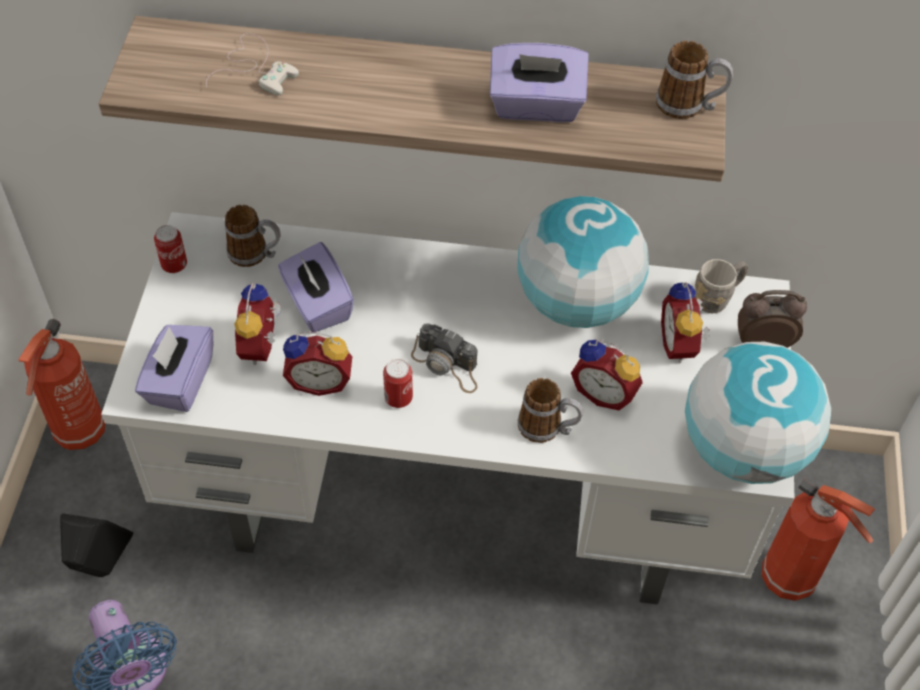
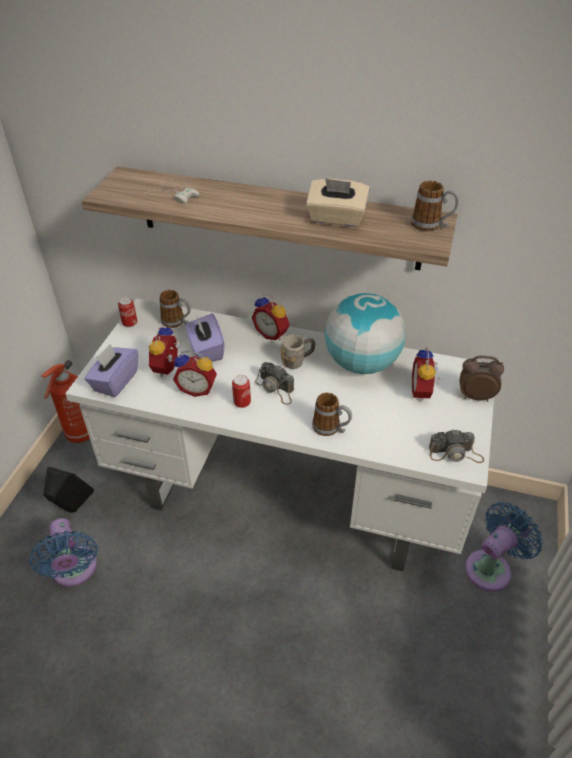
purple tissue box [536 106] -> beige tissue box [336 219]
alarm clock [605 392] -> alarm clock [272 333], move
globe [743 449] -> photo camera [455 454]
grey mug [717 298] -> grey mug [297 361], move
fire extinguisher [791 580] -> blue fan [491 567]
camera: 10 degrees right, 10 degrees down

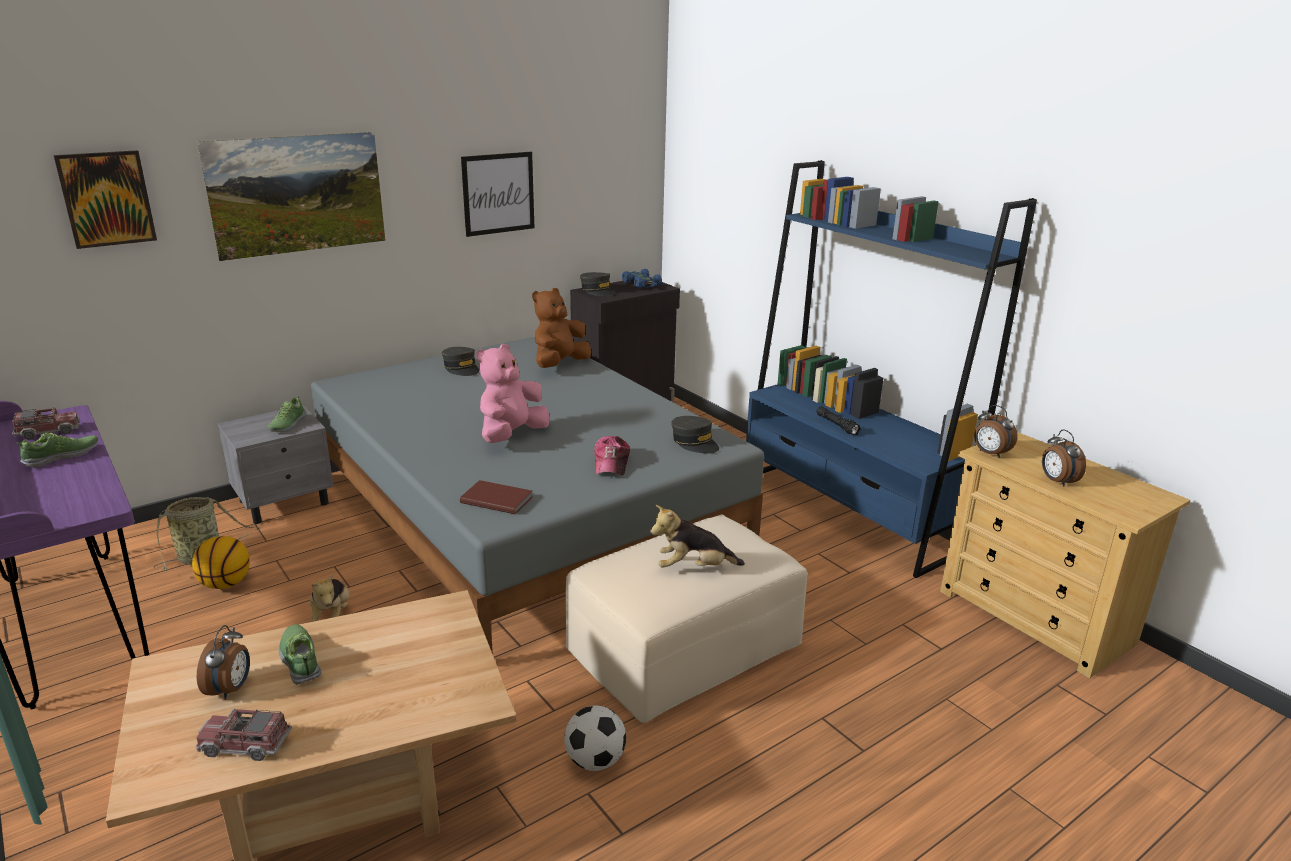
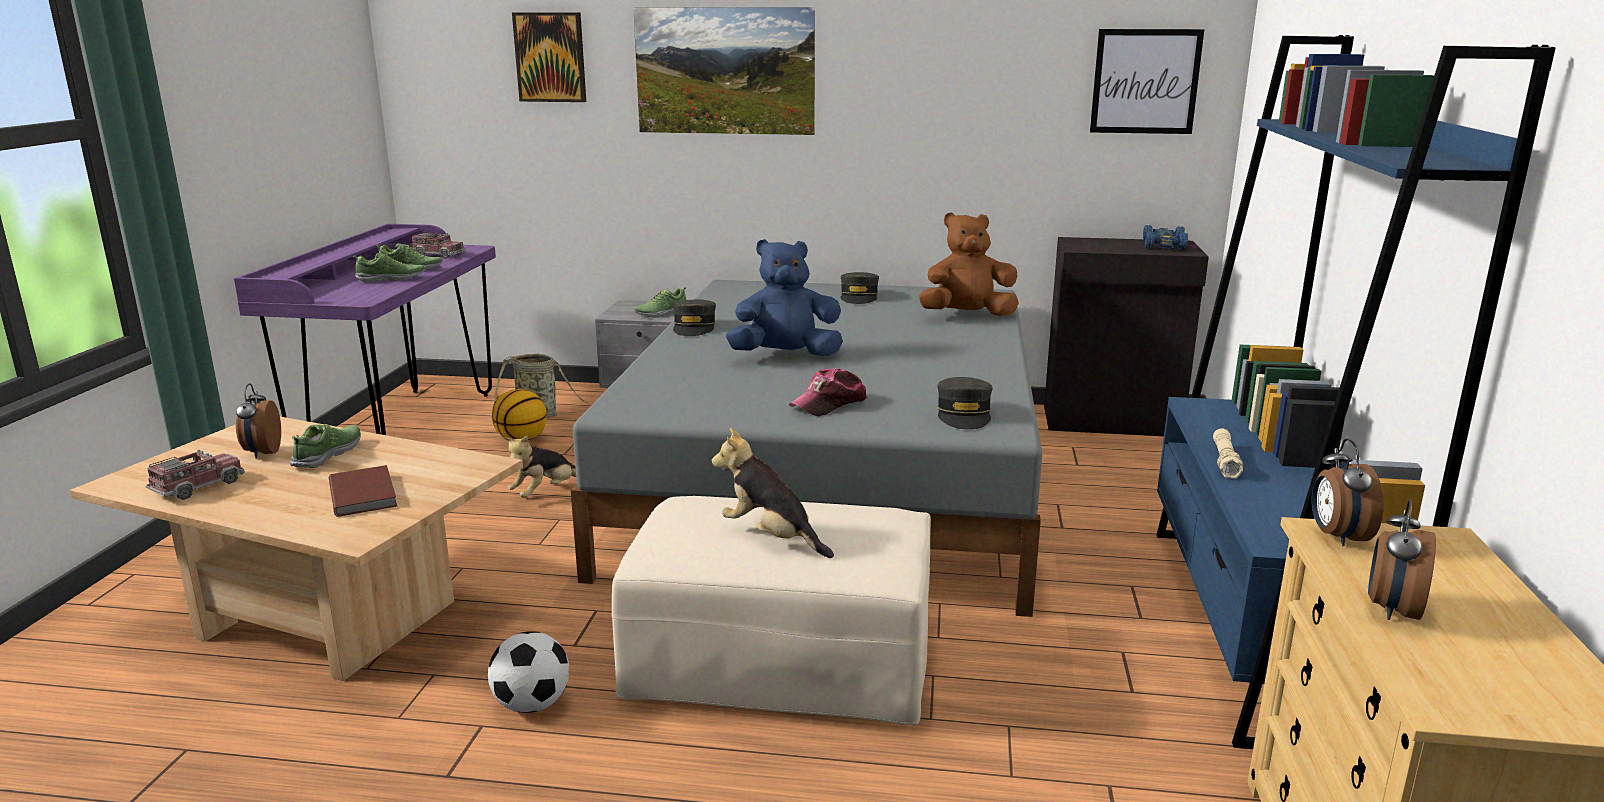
toy truck [245 745] -> toy truck [198 487], 75 degrees clockwise
alarm clock [231 689] -> alarm clock [262 452], 120 degrees clockwise
brown book [496 499] -> brown book [365 493], move
picture [498 193] -> picture [1145 81], move
pink plush toy [511 435] -> blue plush toy [785 356]
grey cap [597 291] -> grey cap [694 328], move
black flashlight [836 425] -> beige flashlight [1225 461]
none -> shoe [391 279]
camera: 45 degrees right, 5 degrees down

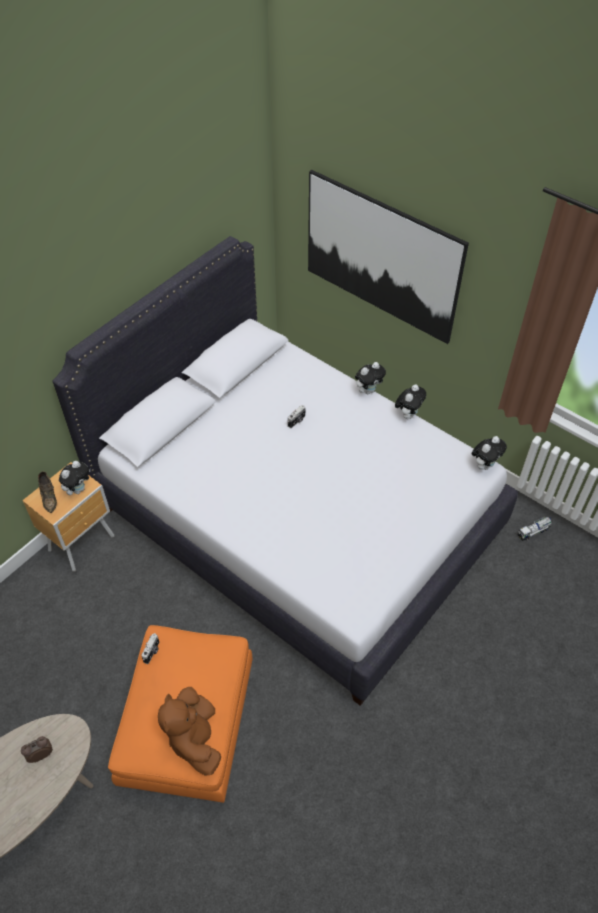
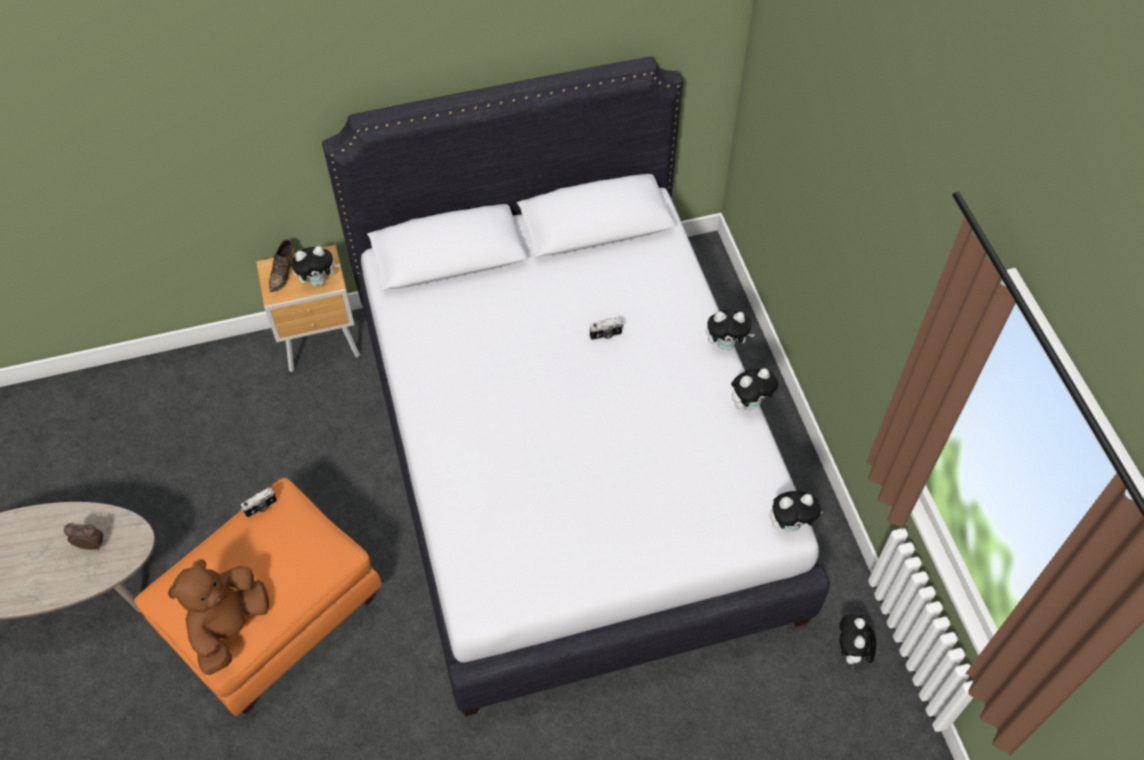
picture [381 257] -> none
toy truck [533 532] -> plush toy [851 652]
camera: 35 degrees right, 5 degrees up

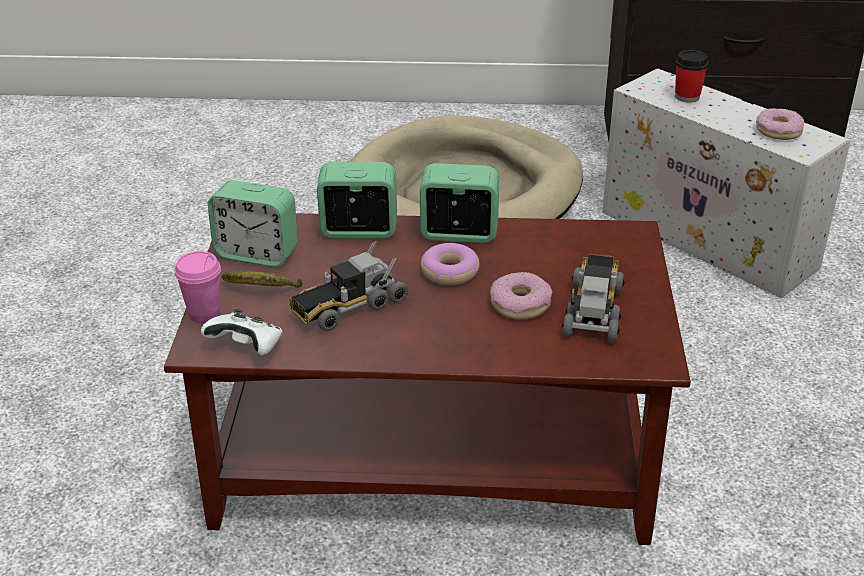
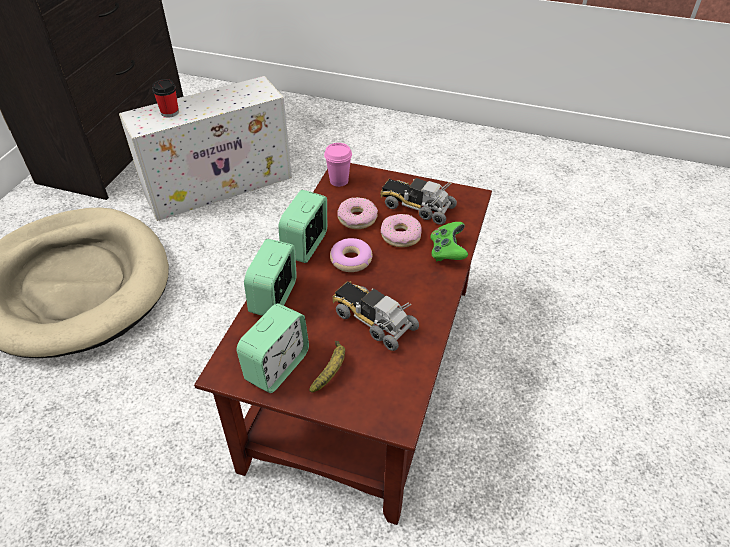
pink cup [204 314] -> pink cup [339 181], move
white game controller [248 348] -> none
toy truck [348 306] -> toy truck [373 320], 150 degrees clockwise
donut [779 131] -> donut [357 218], move
none -> green game controller [447 251]
camera: 75 degrees left, 10 degrees up

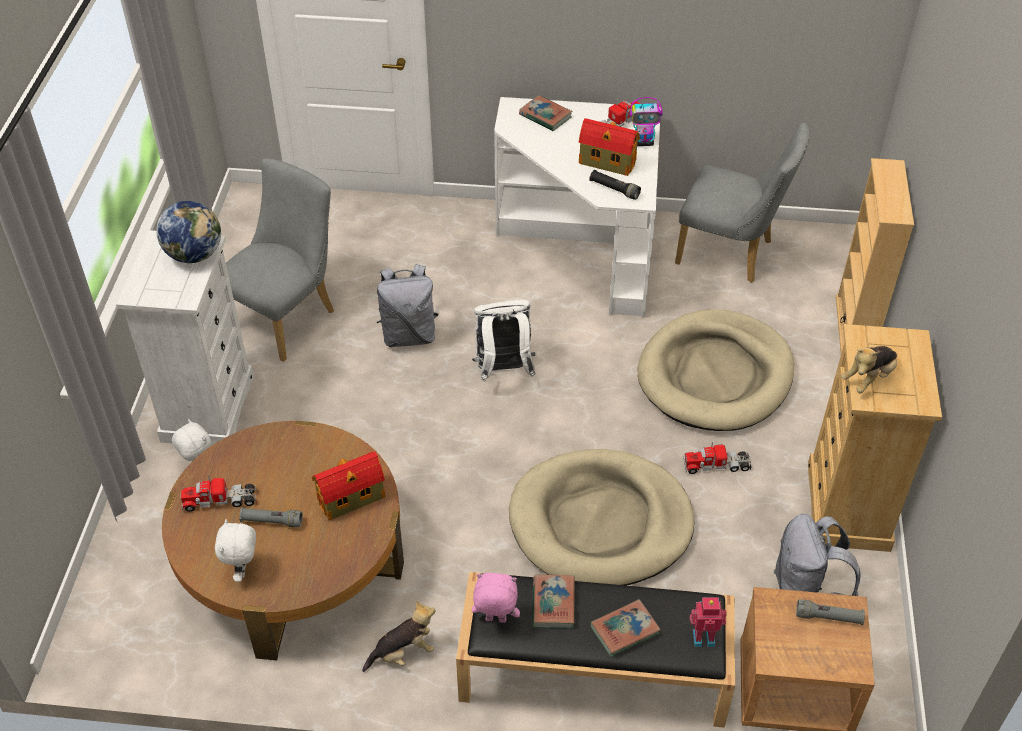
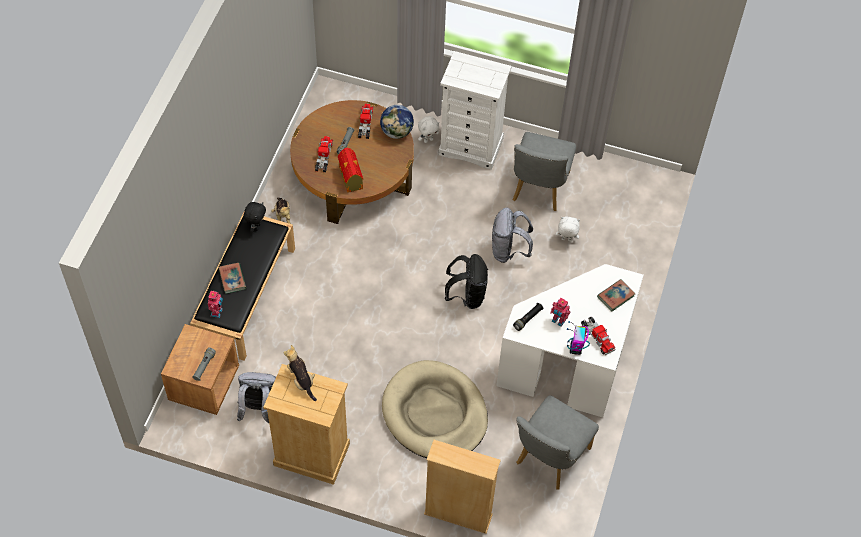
globe [194 254] -> globe [397 132], move
white plush toy [243 570] -> white plush toy [566 240], move
grey chair [287 316] -> grey chair [538 190], 60 degrees clockwise
white backpack [503 370] -> black backpack [467 295]
pink plush toy [495 620] -> black plush toy [256 226]
beige dog bed [600 523] -> none
book [553 603] -> none
toy house [606 162] -> toy robot [558 321]
toy truck [717 465] -> toy truck [324 157], move
camera: 100 degrees right, 10 degrees up

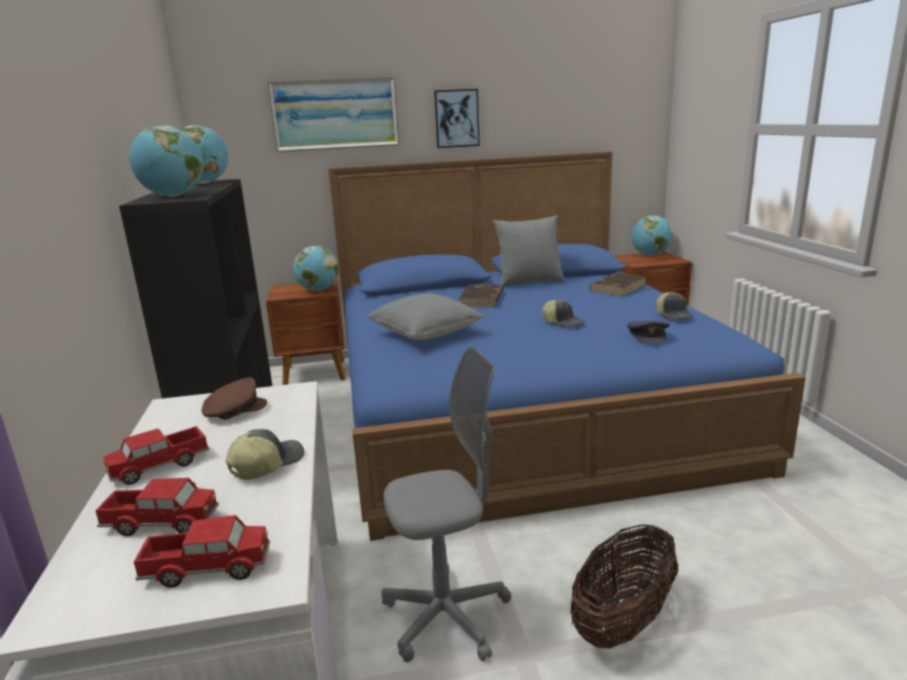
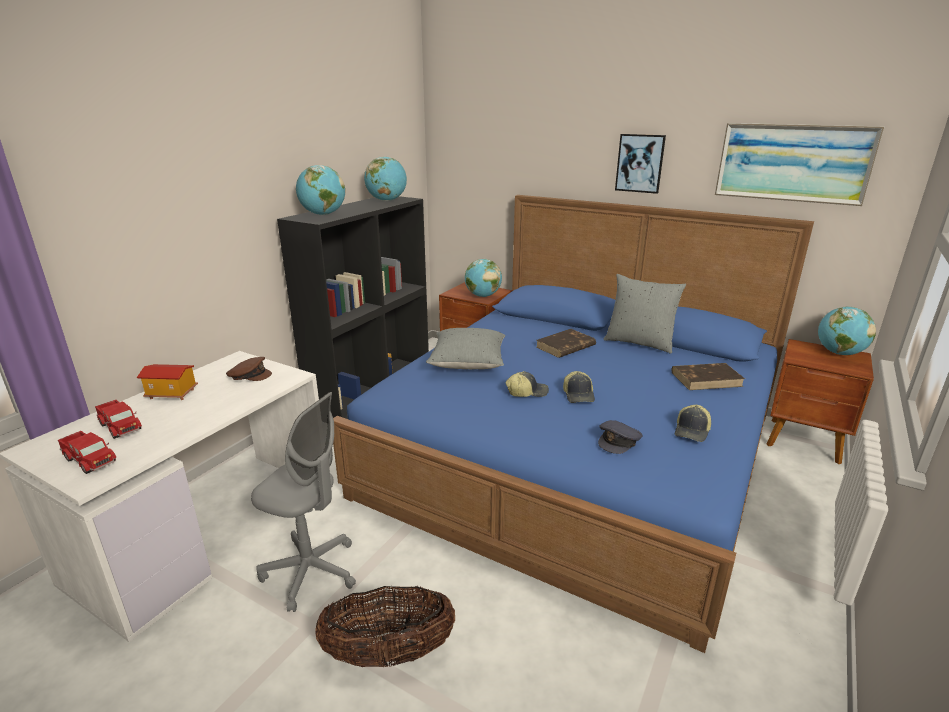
toy truck [160 466] -> toy house [171 394]
cap [266 464] -> cap [527 392], move
picture [335 114] -> picture [793 162], move
camera: 40 degrees right, 5 degrees up

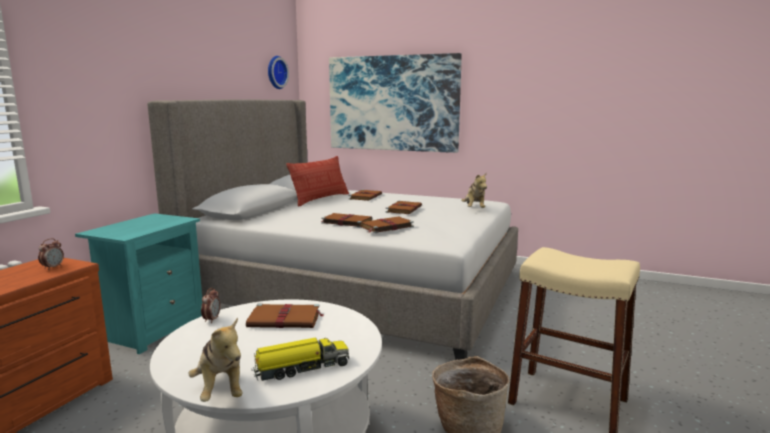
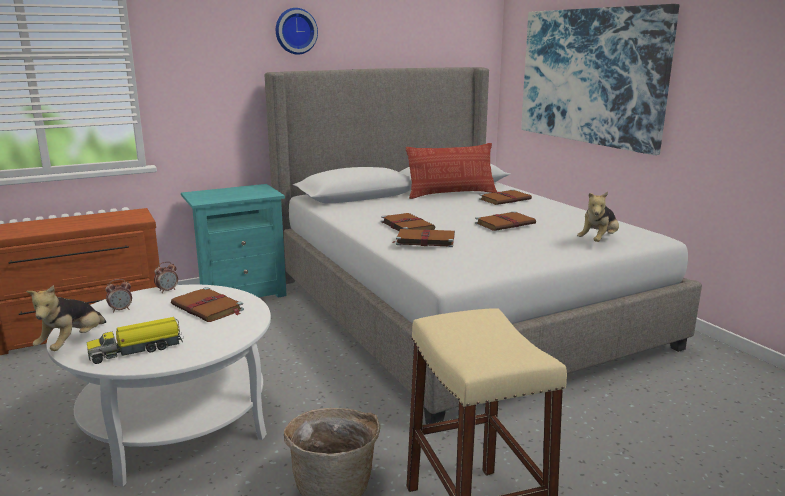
alarm clock [53 267] -> alarm clock [121 310], move
toy truck [301 368] -> toy truck [137 350], 135 degrees clockwise
wall clock [275 72] -> wall clock [295 31], move
camera: 40 degrees right, 5 degrees up

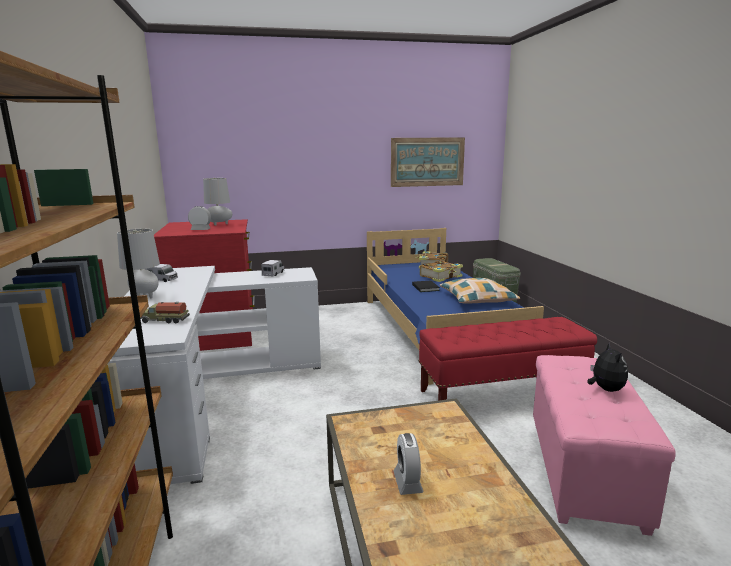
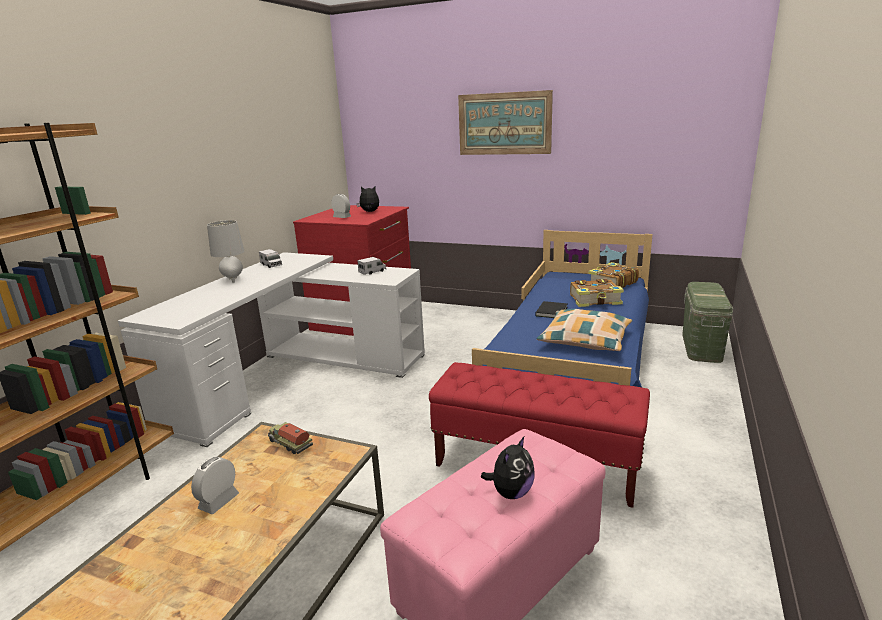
toy truck [164 320] -> toy truck [289 444], move
grey table lamp [219 224] -> plush toy [369 212]
picture [427 162] -> picture [504 123], move
camera: 35 degrees right, 5 degrees up

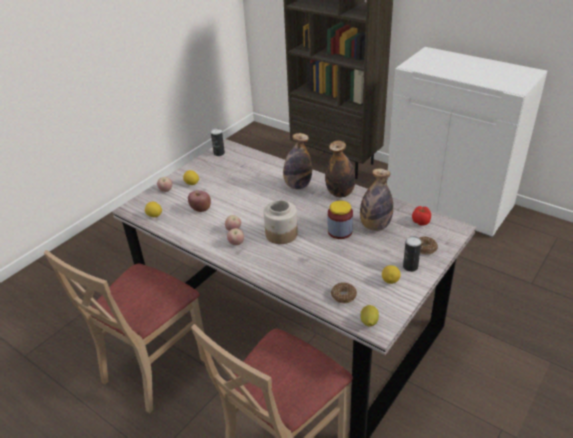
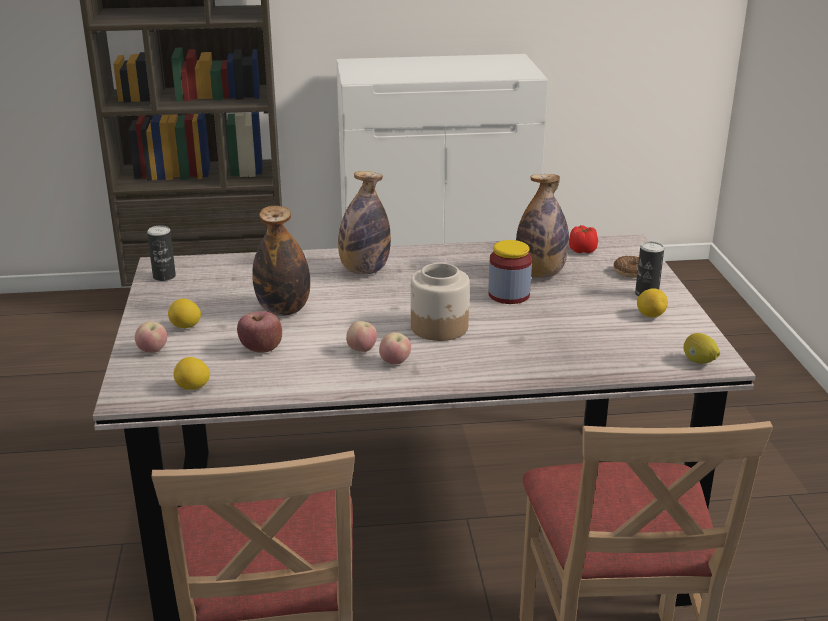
bottle [340 193] -> bottle [283 310], move
donut [343 296] -> none
camera: 45 degrees left, 10 degrees down

